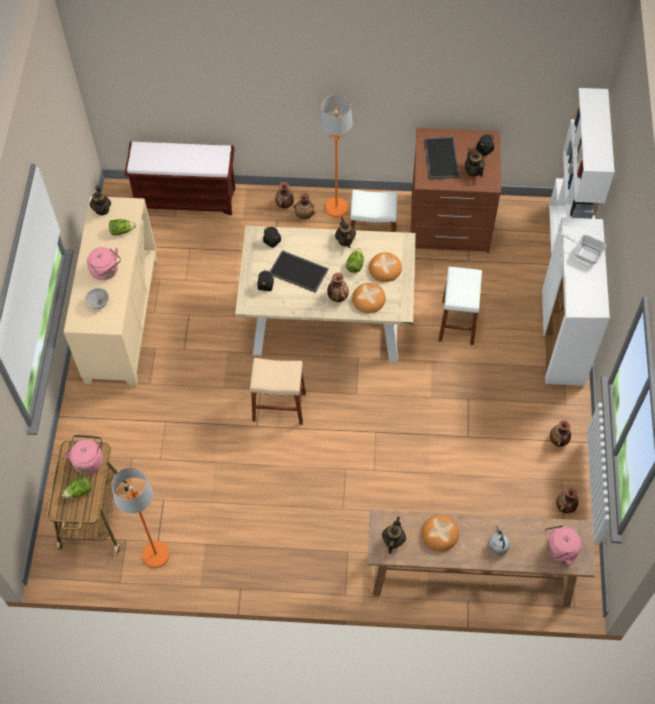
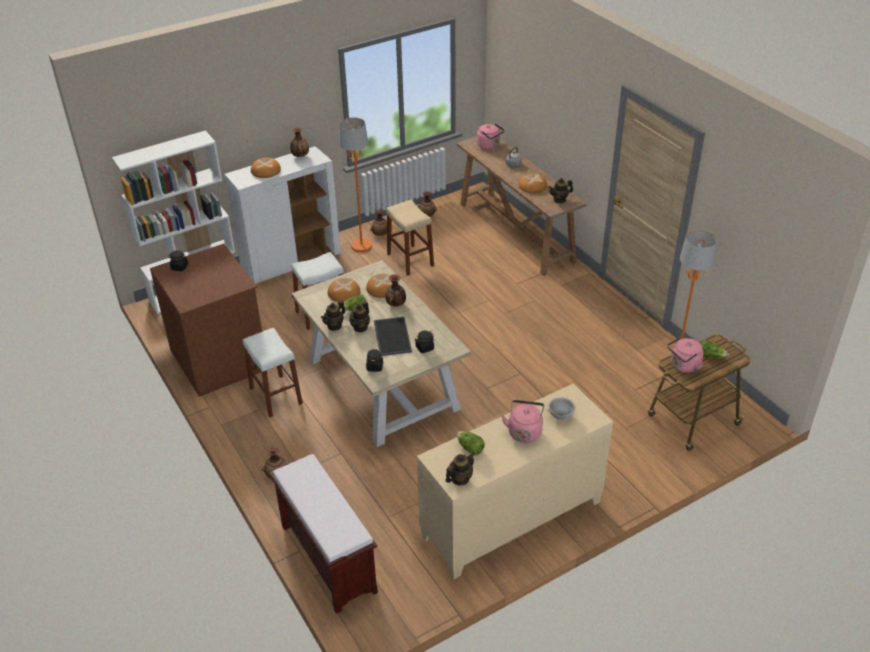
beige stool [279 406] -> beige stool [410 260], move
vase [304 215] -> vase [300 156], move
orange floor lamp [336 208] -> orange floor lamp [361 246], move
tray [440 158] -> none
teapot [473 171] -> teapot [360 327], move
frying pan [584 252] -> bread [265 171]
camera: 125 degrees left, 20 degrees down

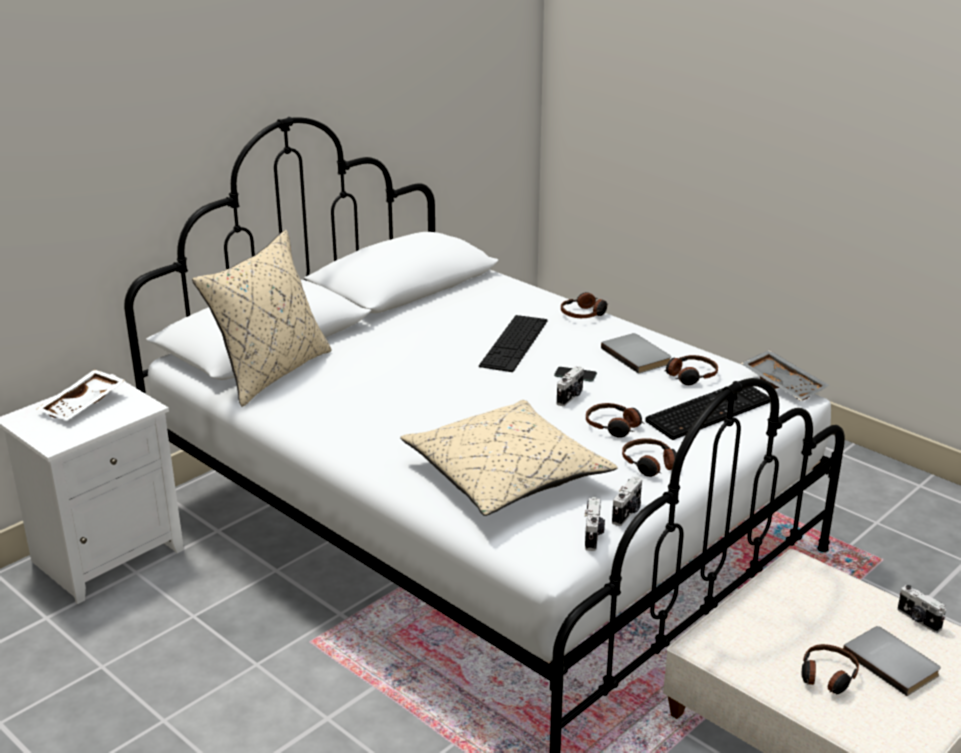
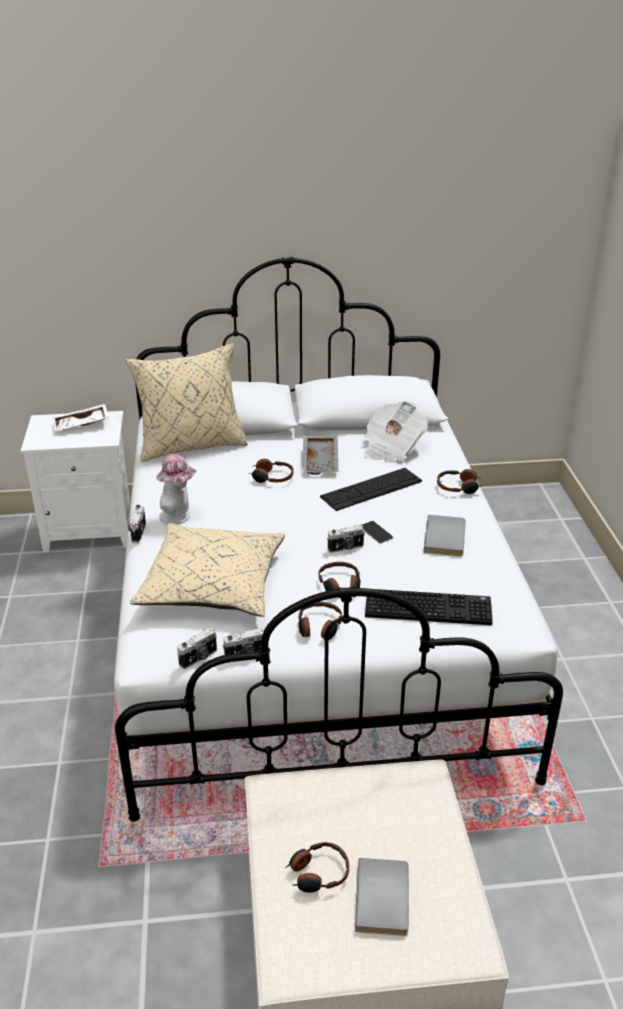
headphones [690 376] -> headphones [271 477], move
grey tray [784 384] -> grey tray [321 461], move
photo camera [918 620] -> photo camera [137 532], move
none -> hat [179 516]
none -> newspaper [391 448]
camera: 40 degrees right, 5 degrees up

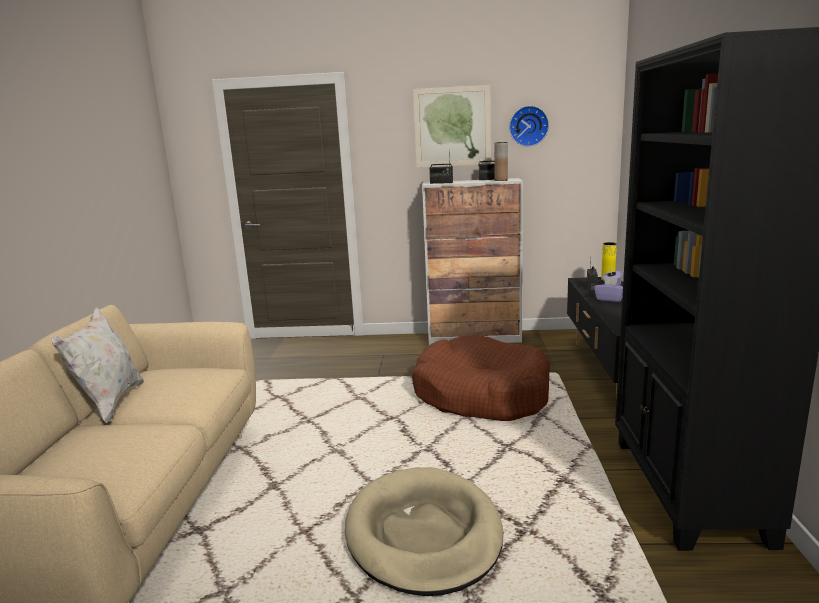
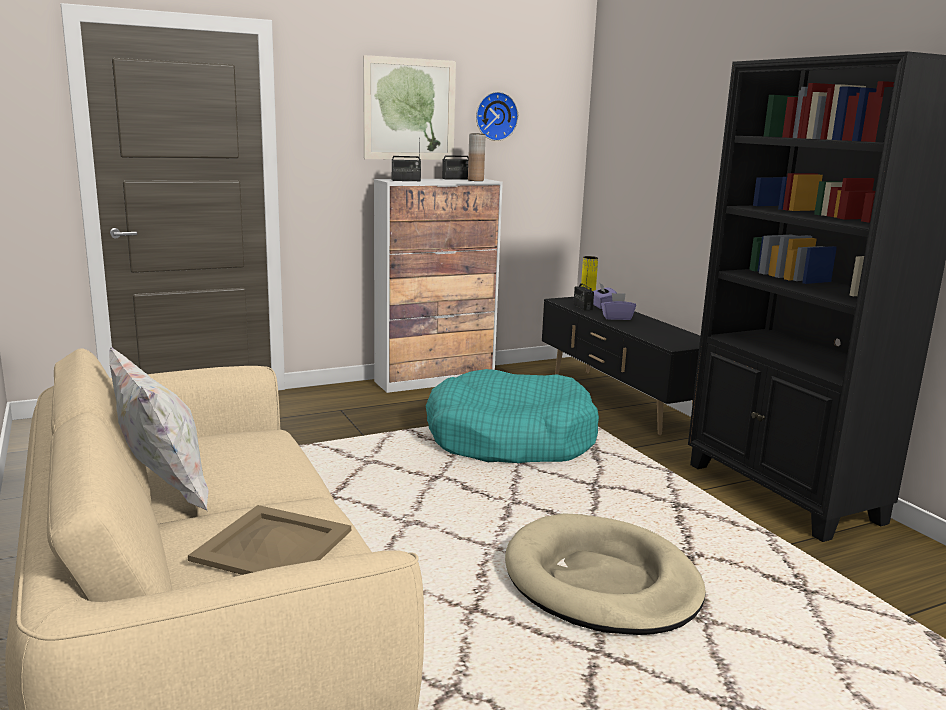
brown dog bed [481 395] -> turquoise dog bed [510 439]
none -> beige tray [273 546]
camera: 30 degrees left, 0 degrees up

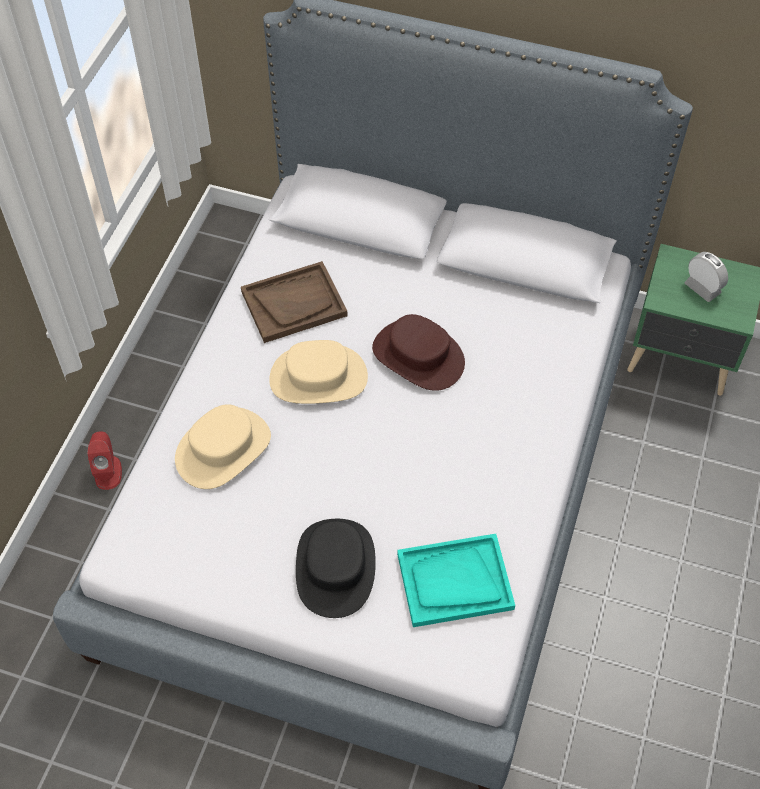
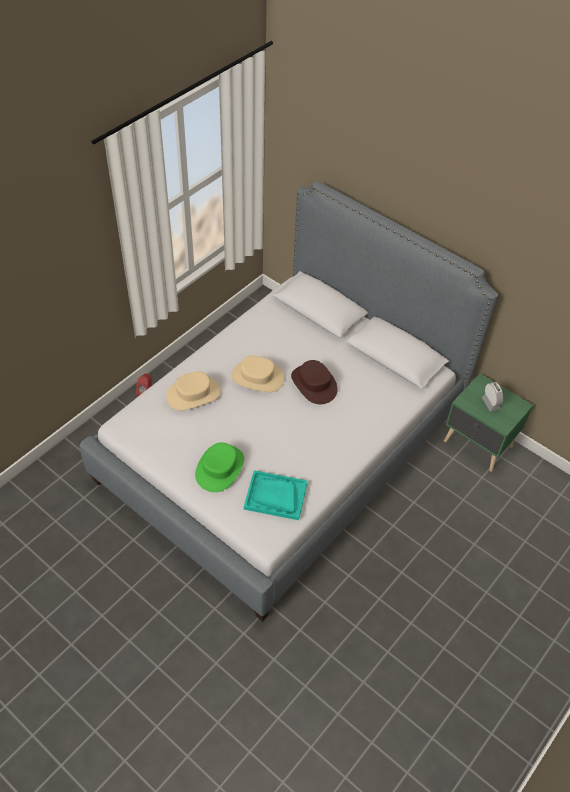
brown tray [294 303] -> none
black hat [336 567] -> green hat [220 468]
camera: 20 degrees right, 5 degrees down

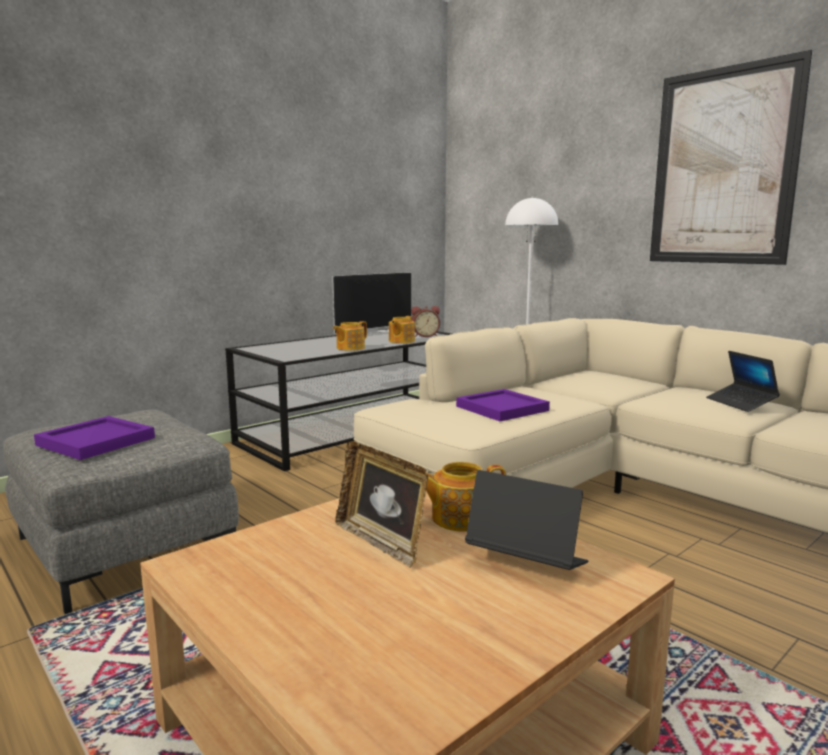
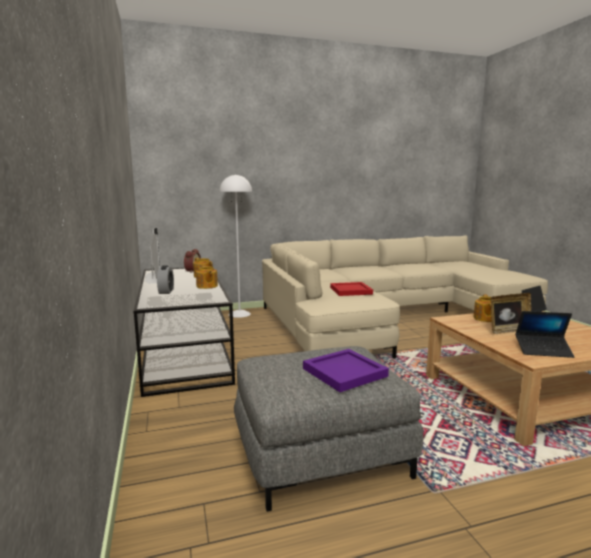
purple tray [502 408] -> red tray [350 290]
picture [722 167] -> none
laptop [740 403] -> laptop [543 350], move
none -> alarm clock [166 291]
camera: 65 degrees left, 0 degrees up

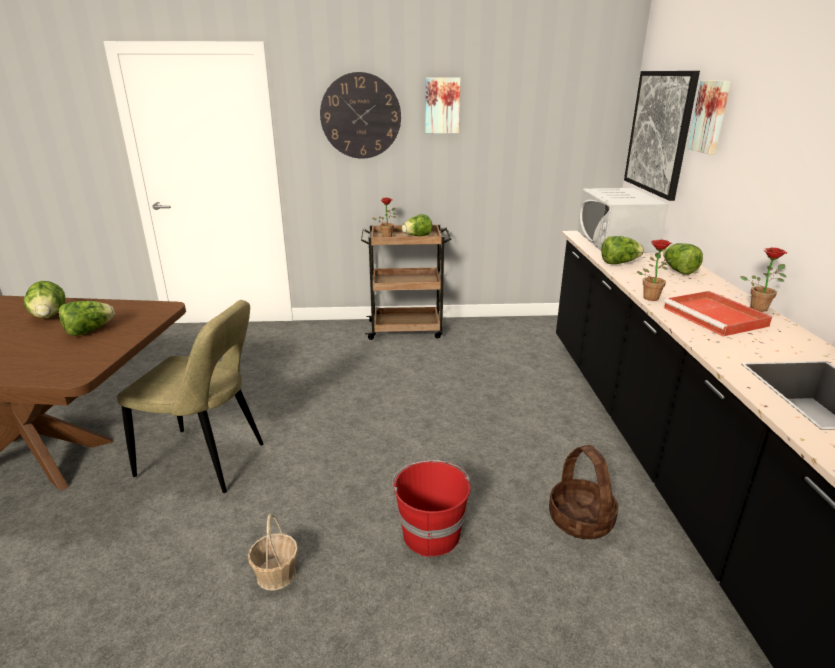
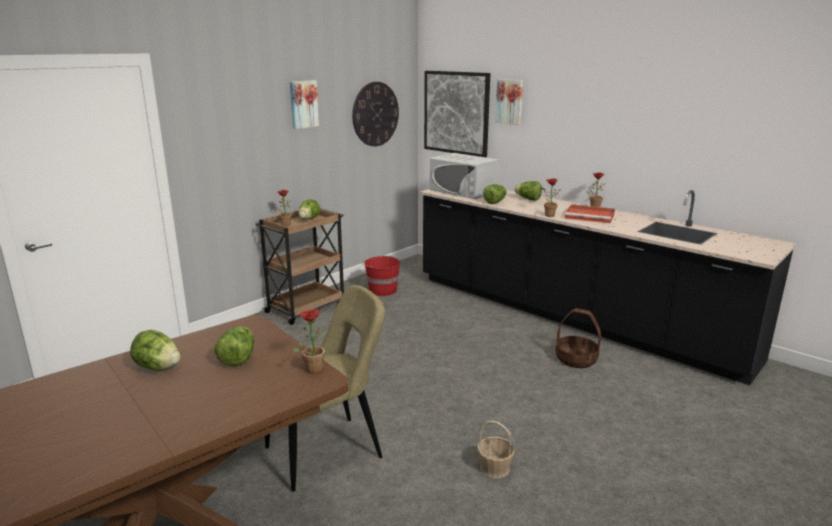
wall clock [360 116] -> wall clock [375 114], move
red bucket [430 533] -> red bucket [382 290], move
none -> potted plant [312 368]
camera: 45 degrees left, 5 degrees down

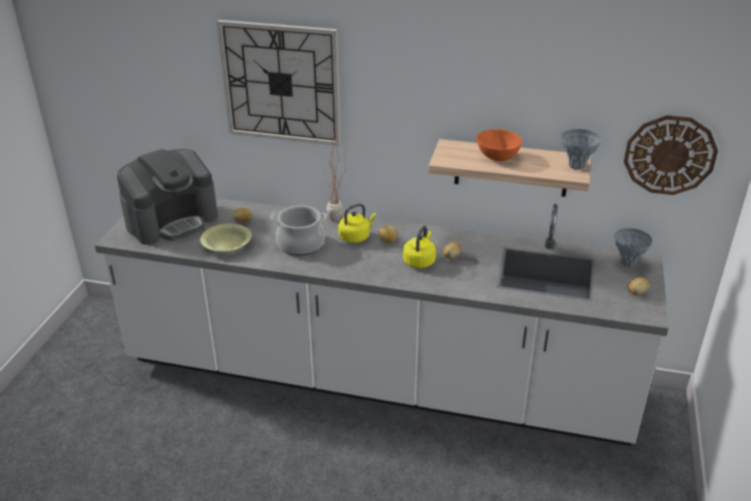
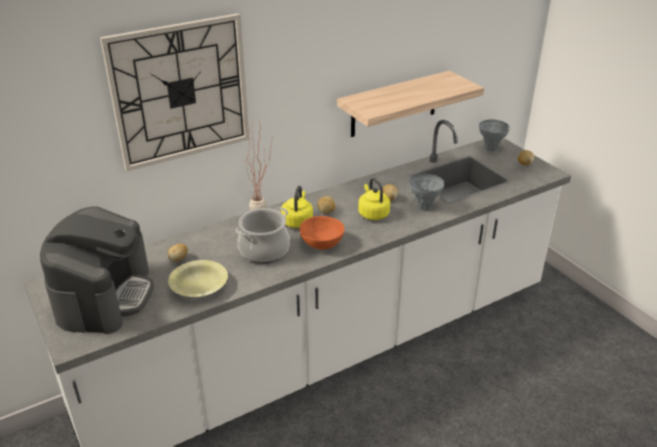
orange bowl [497 156] -> orange bowl [321 244], move
grey vase [576 166] -> grey vase [424 207], move
wall clock [669 155] -> none
camera: 45 degrees left, 0 degrees up

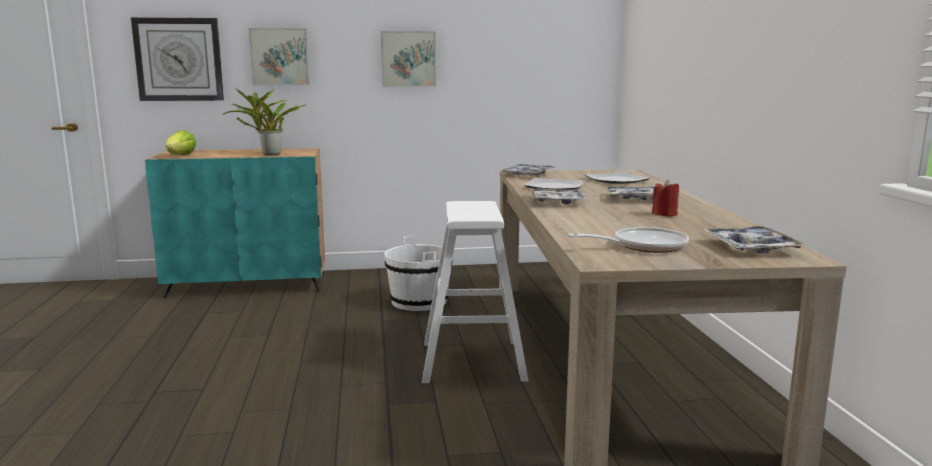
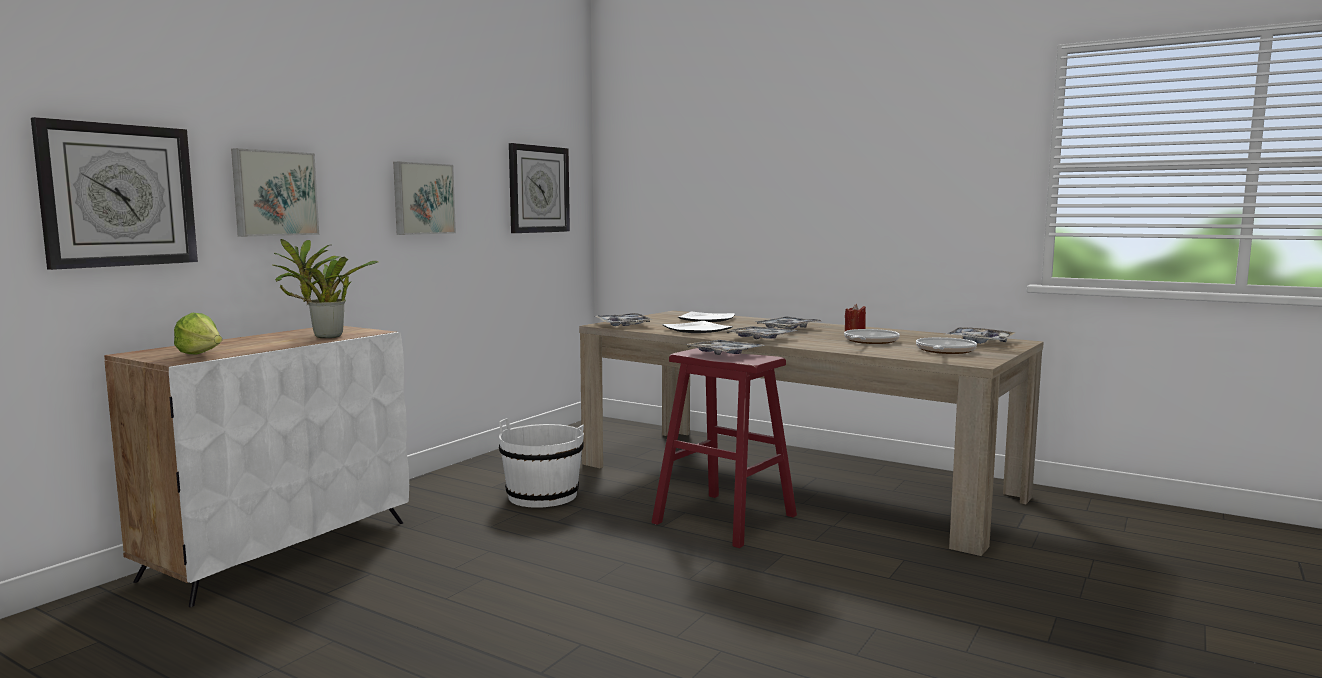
turquoise cabinet [249 285] -> white cabinet [281 549]
white stool [473 361] -> red stool [724 519]
none -> wall clock [538 189]
none -> tray [724 354]
none -> frying pan [869 342]
camera: 50 degrees left, 5 degrees down

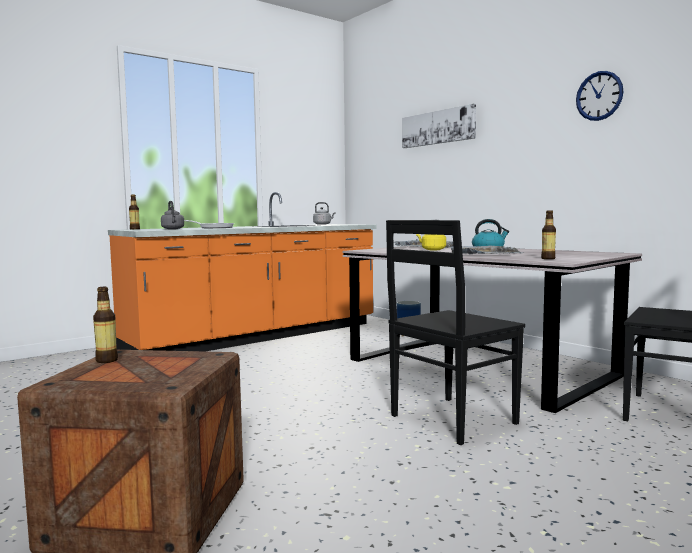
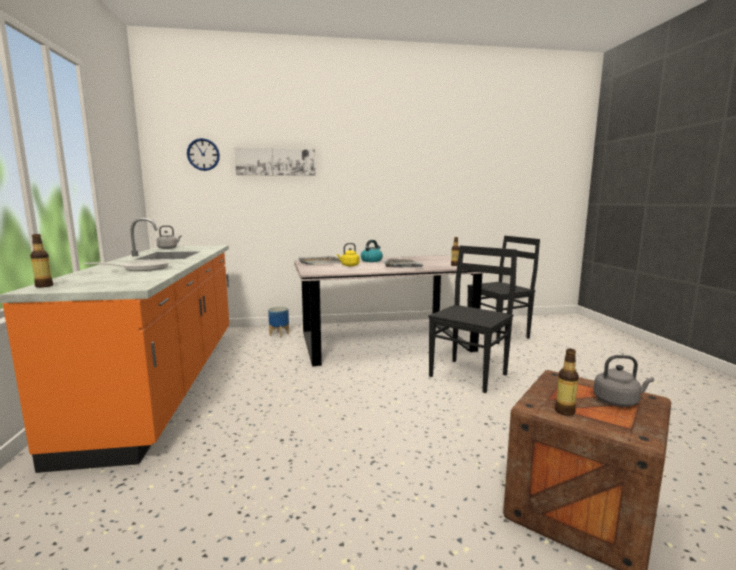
grey kettle [173 229] -> grey kettle [618 401], move
black chair [450 420] -> black chair [469 374], 135 degrees counterclockwise
wall clock [599 96] -> wall clock [203 154], move
camera: 60 degrees left, 5 degrees up

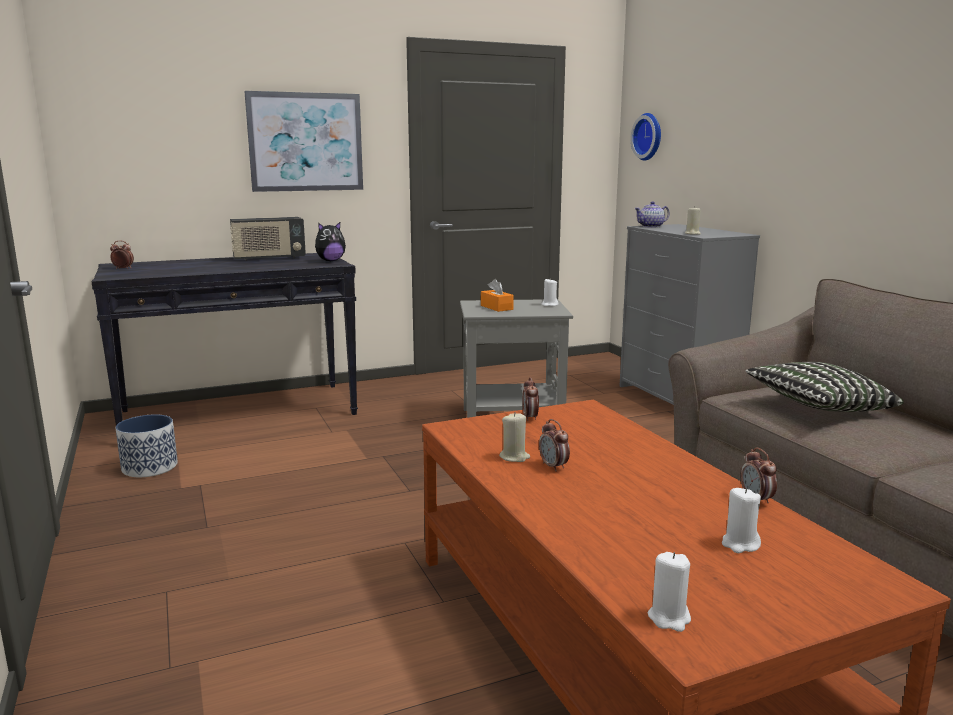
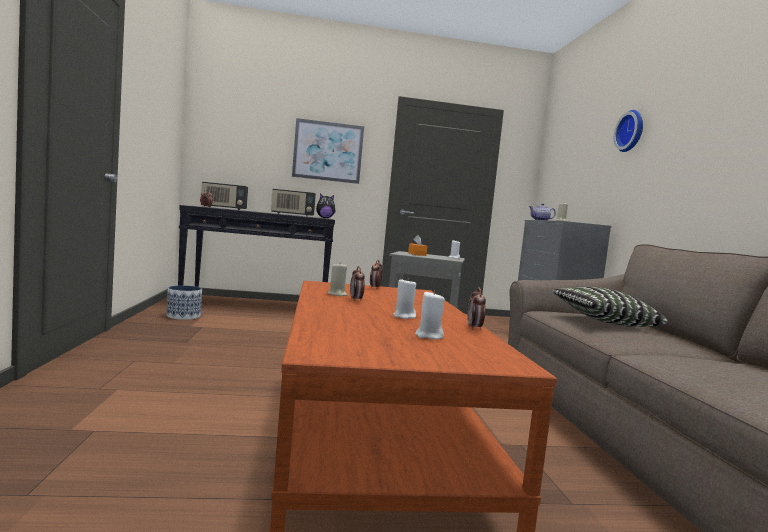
wall clock [649 136] -> wall clock [631 131], move
white candle [669 618] -> white candle [404 316], move
none -> radio [223 208]
camera: 15 degrees right, 10 degrees down

